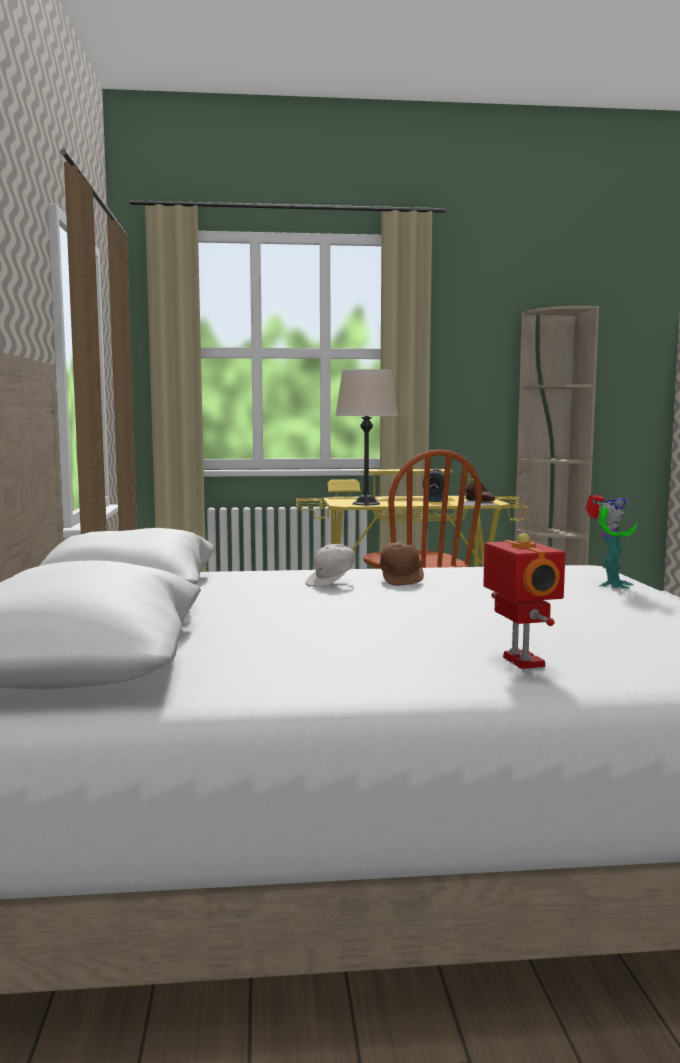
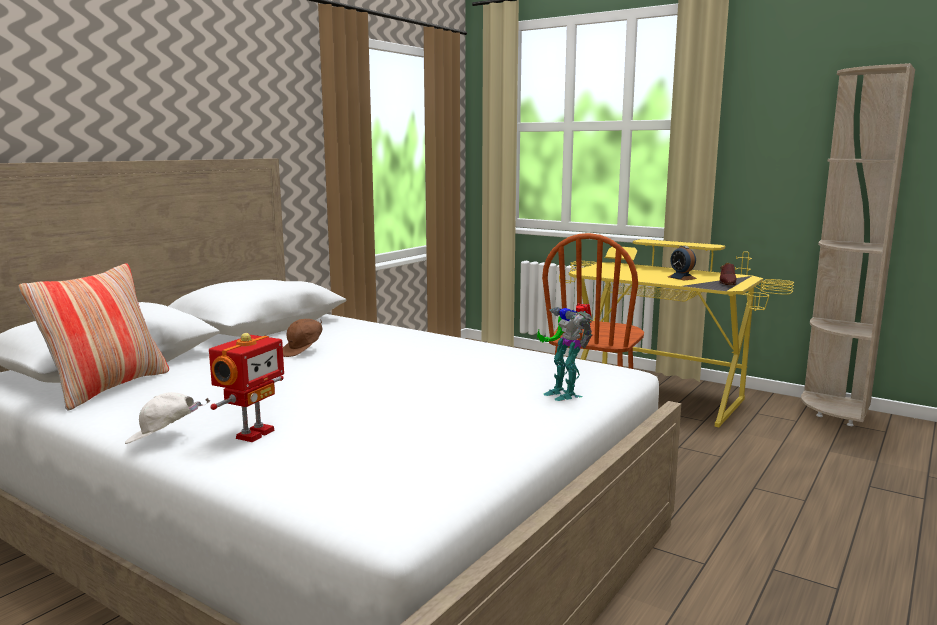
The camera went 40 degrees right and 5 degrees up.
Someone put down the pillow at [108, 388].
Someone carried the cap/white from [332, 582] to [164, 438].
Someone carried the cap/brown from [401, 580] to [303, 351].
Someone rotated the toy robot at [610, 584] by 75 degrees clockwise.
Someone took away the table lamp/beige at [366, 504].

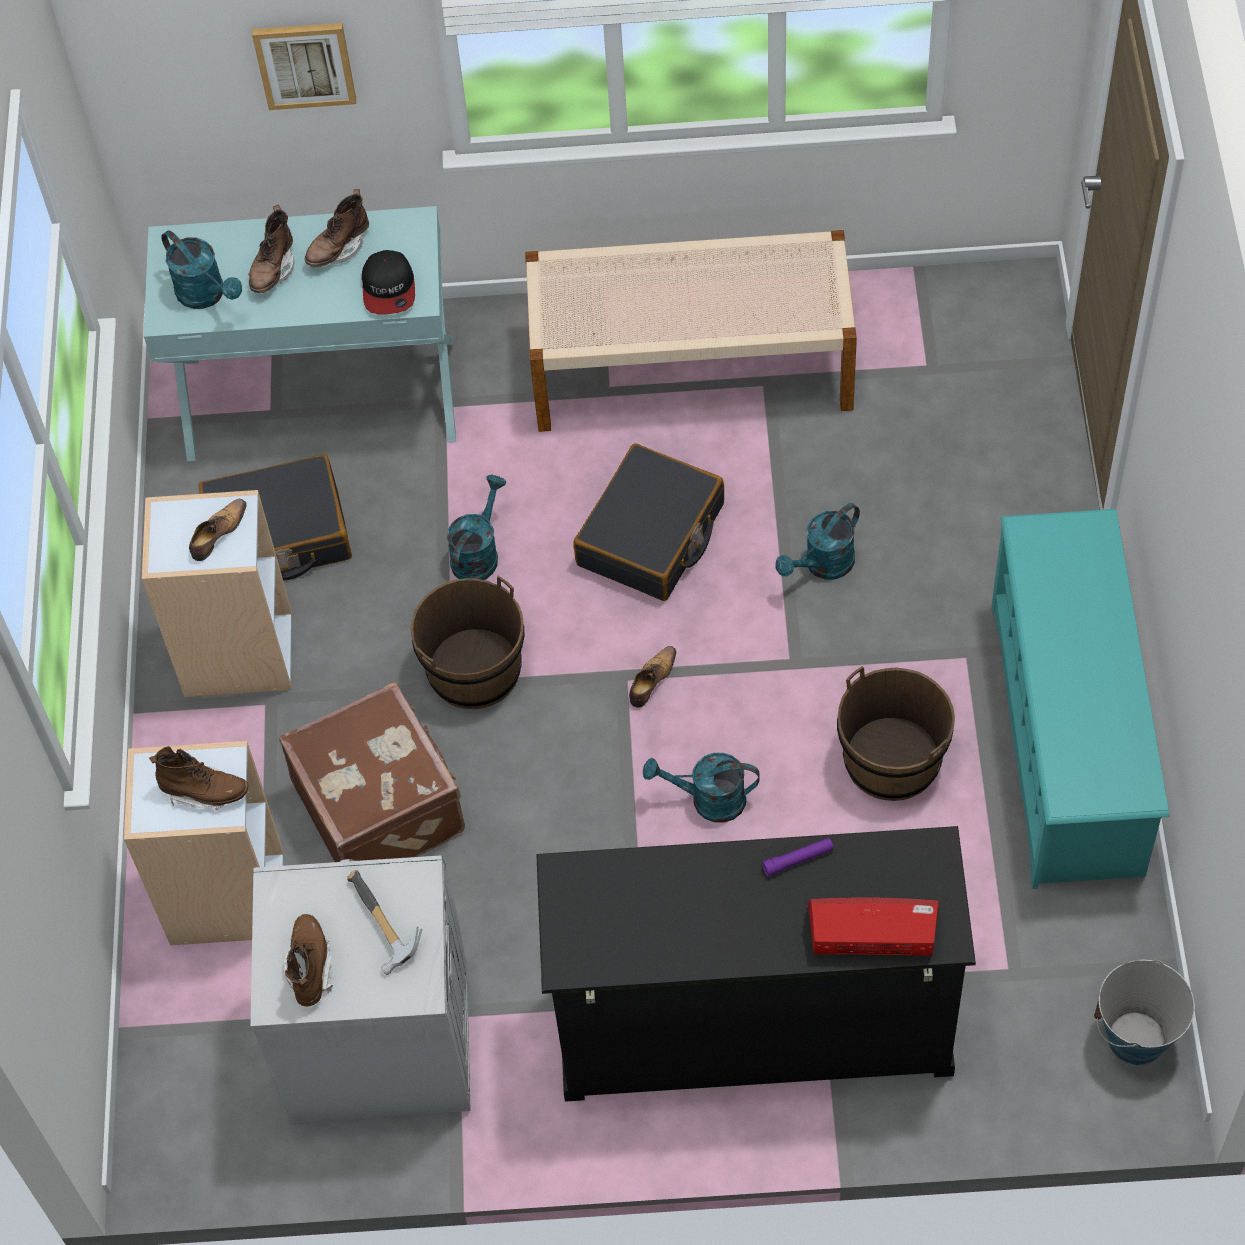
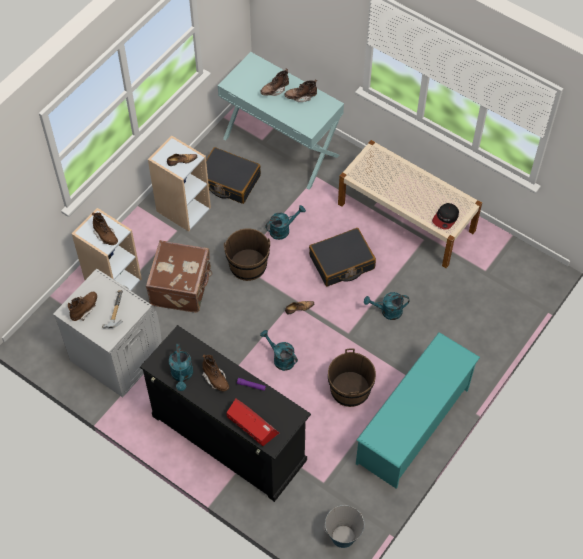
The camera went 35 degrees right and 0 degrees up.
Someone carried the watering can/turquoise from [207, 295] to [182, 375].
Someone put down the boot/brown at [215, 379].
Someone carried the cap from [389, 288] to [445, 218].
Someone took away the picture at [305, 64].

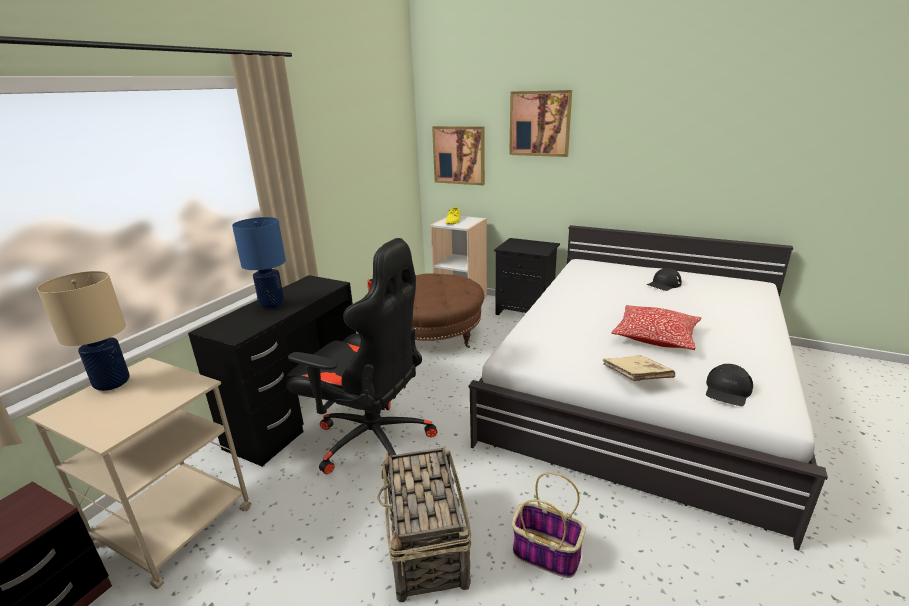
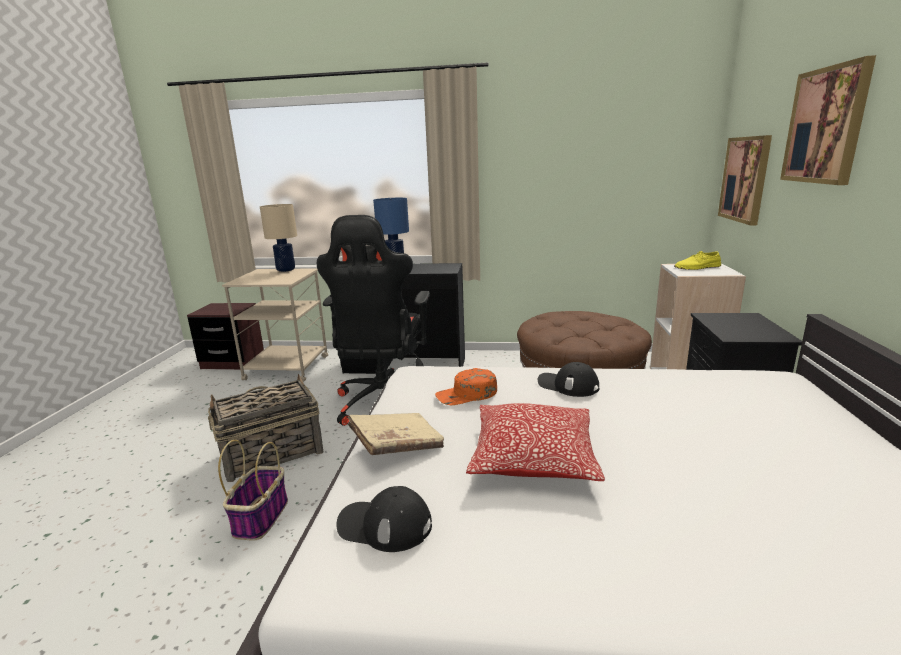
The camera went 70 degrees right and 5 degrees down.
Someone put down the cap/orange at [467, 394].
Someone carried the cap/black from [663, 284] to [567, 385].

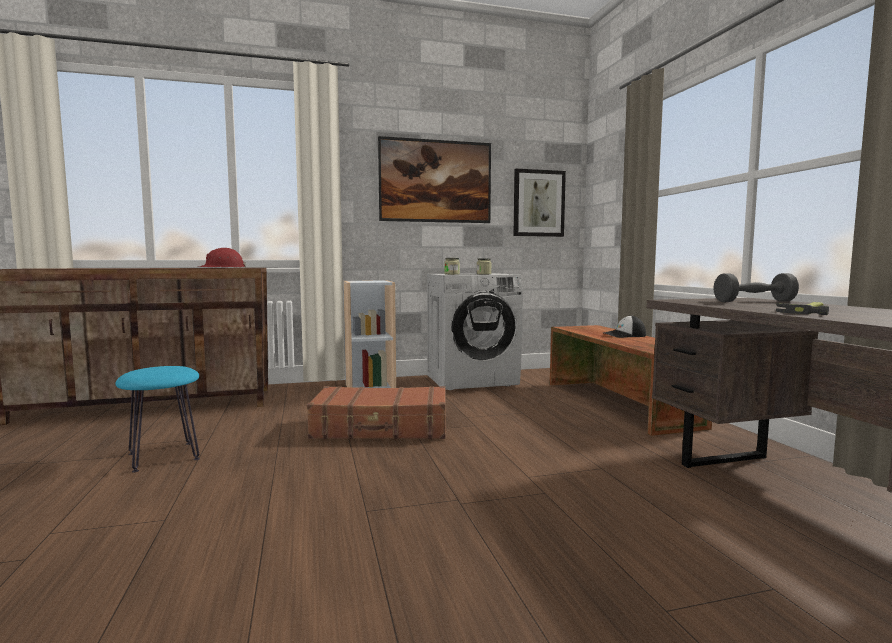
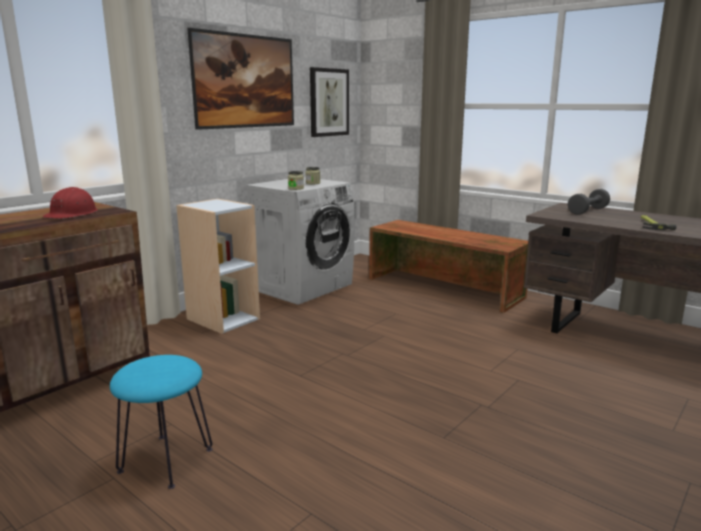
The camera went 35 degrees left and 10 degrees up.
Someone took away the suitcase/brown at [381, 428].
Someone took away the cap at [624, 335].

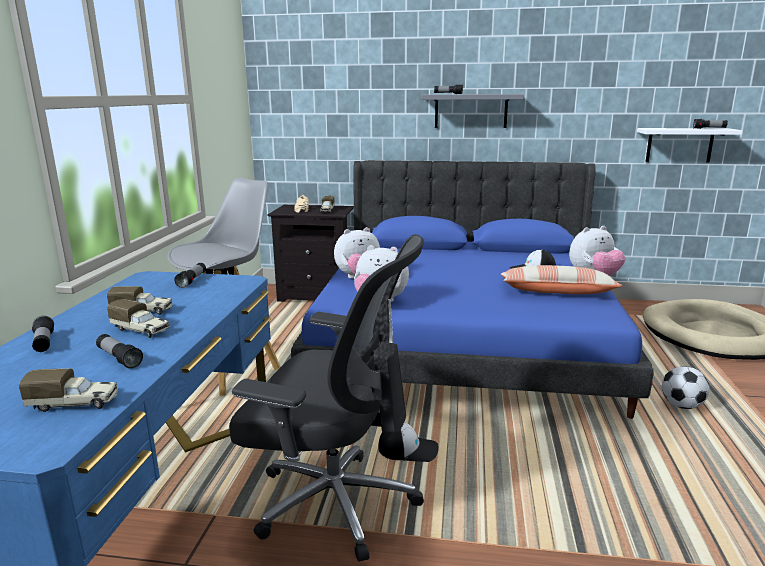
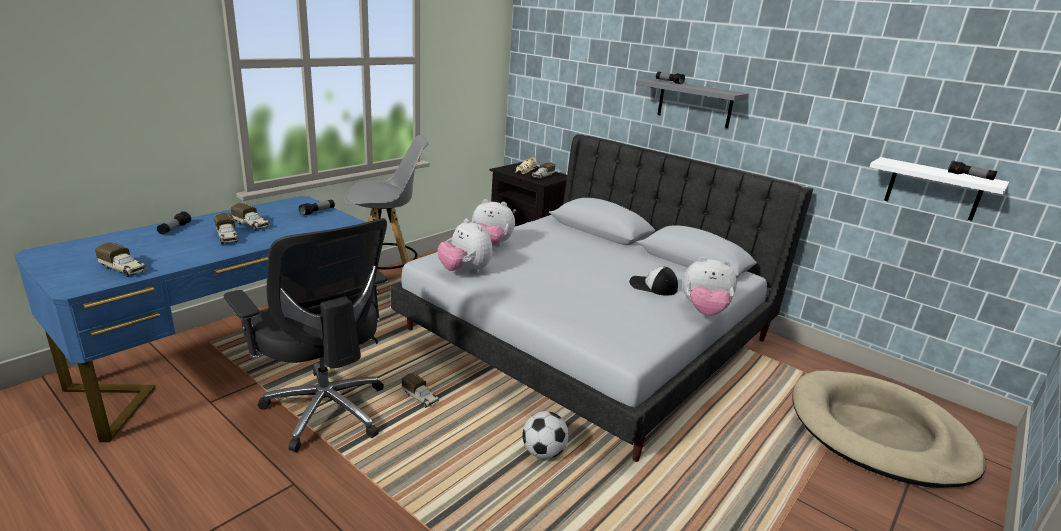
The camera went 30 degrees right and 5 degrees up.
Someone repainted the bed/blue at [464, 342], which became the bed/grey at [590, 335].
Someone swapped the cap at [408, 449] for the toy truck at [420, 398].
Someone carried the football from [682, 406] to [543, 453].
Someone took away the flashlight at [119, 358].
Someone took away the pillow at [556, 292].

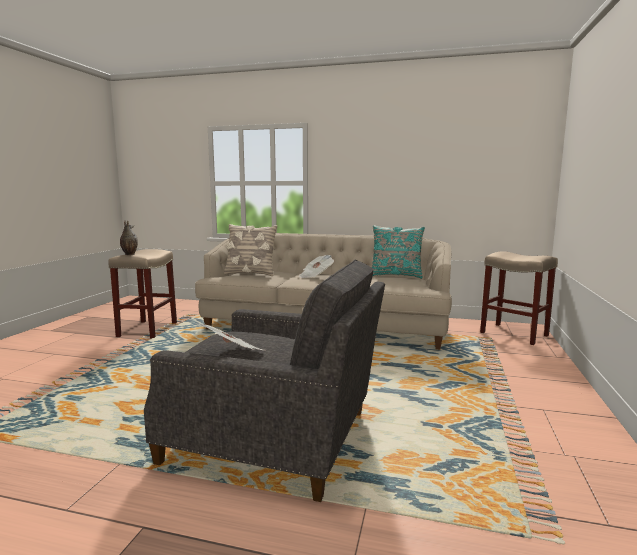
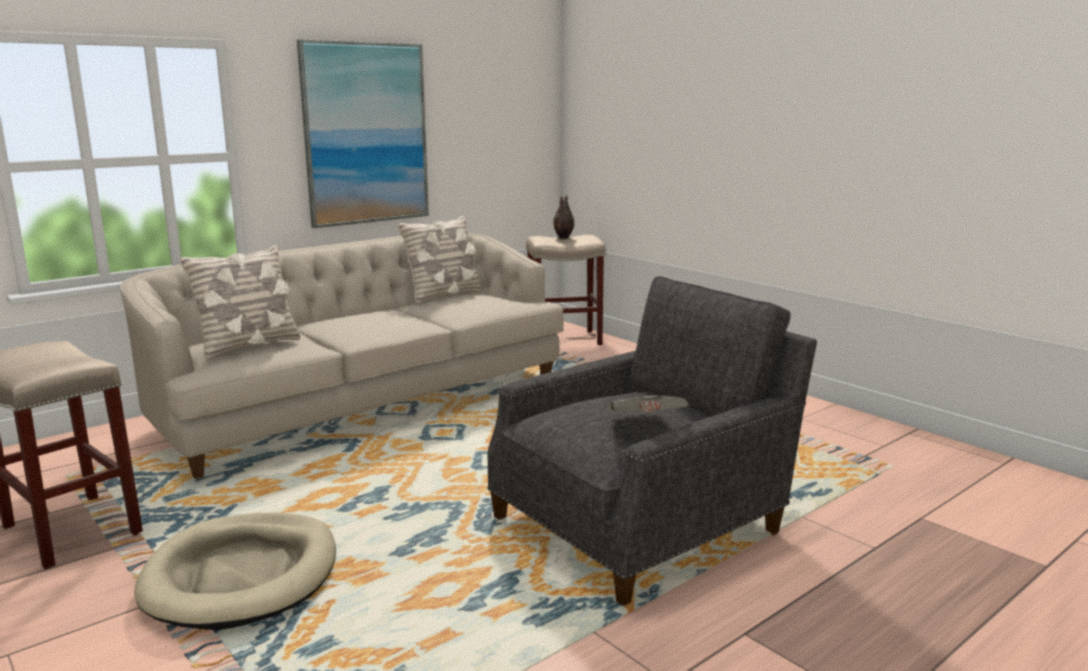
The camera went 55 degrees left and 5 degrees up.
Someone put down the dog bed/beige at [242, 575].
Someone put up the picture at [366, 134].
Someone repainted the pillow/turquoise at [396, 276], which became the pillow/beige at [443, 296].
Someone carried the vase from [129, 254] to [563, 238].
Someone took away the newspaper at [315, 276].

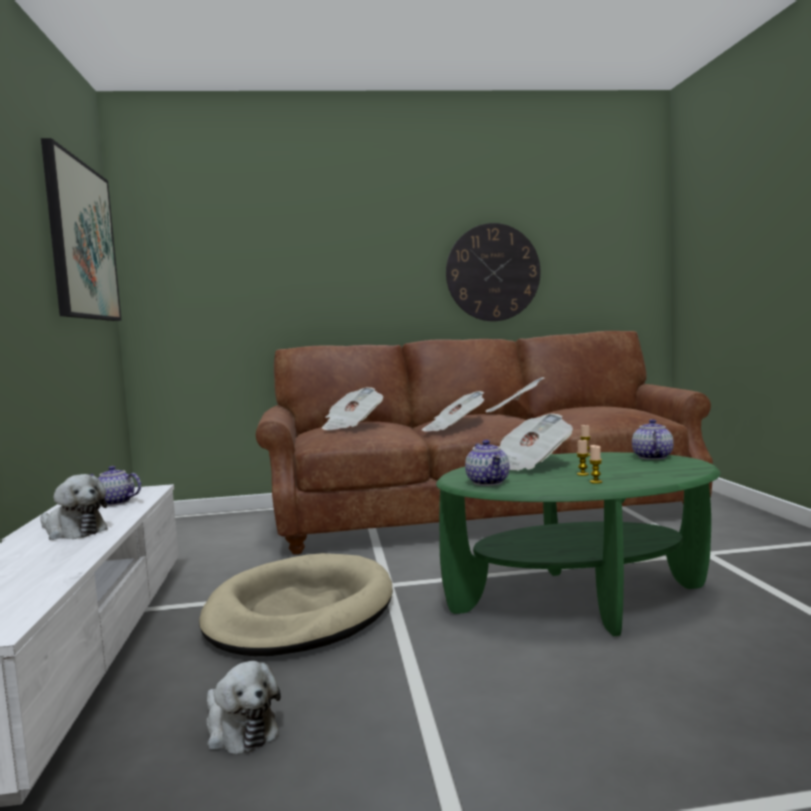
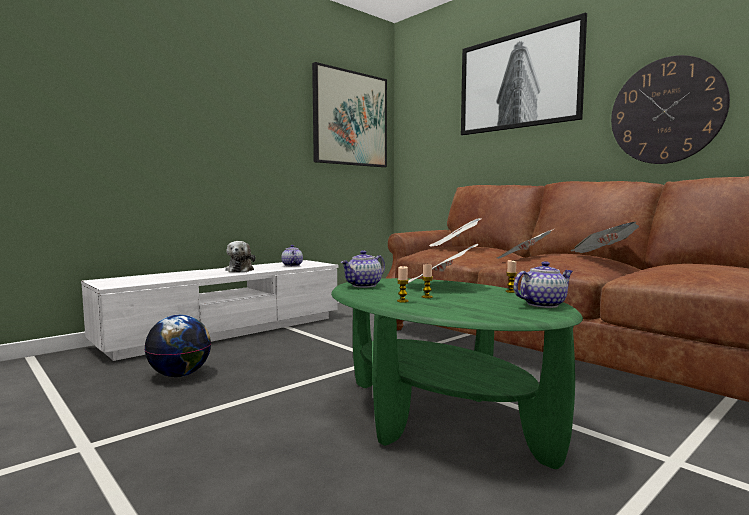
The camera went 55 degrees right and 0 degrees up.
Someone swapped the plush toy at [239, 729] for the globe at [180, 375].
Someone put up the picture at [517, 81].
Someone took away the dog bed/beige at [299, 612].

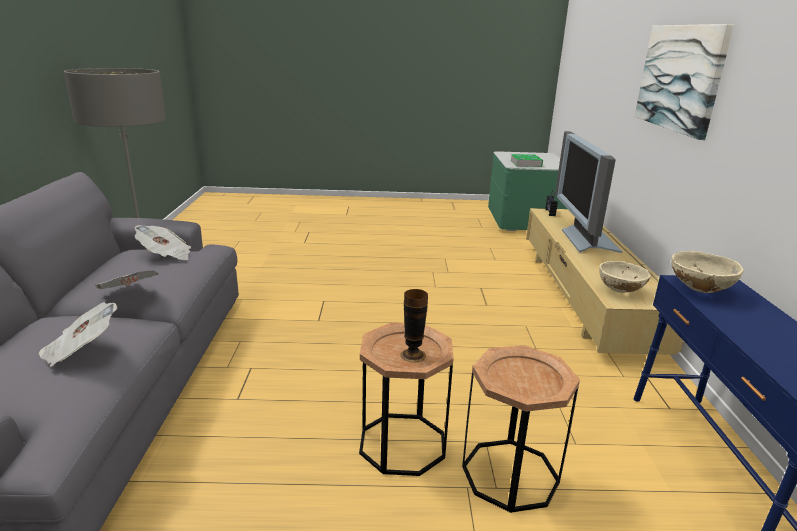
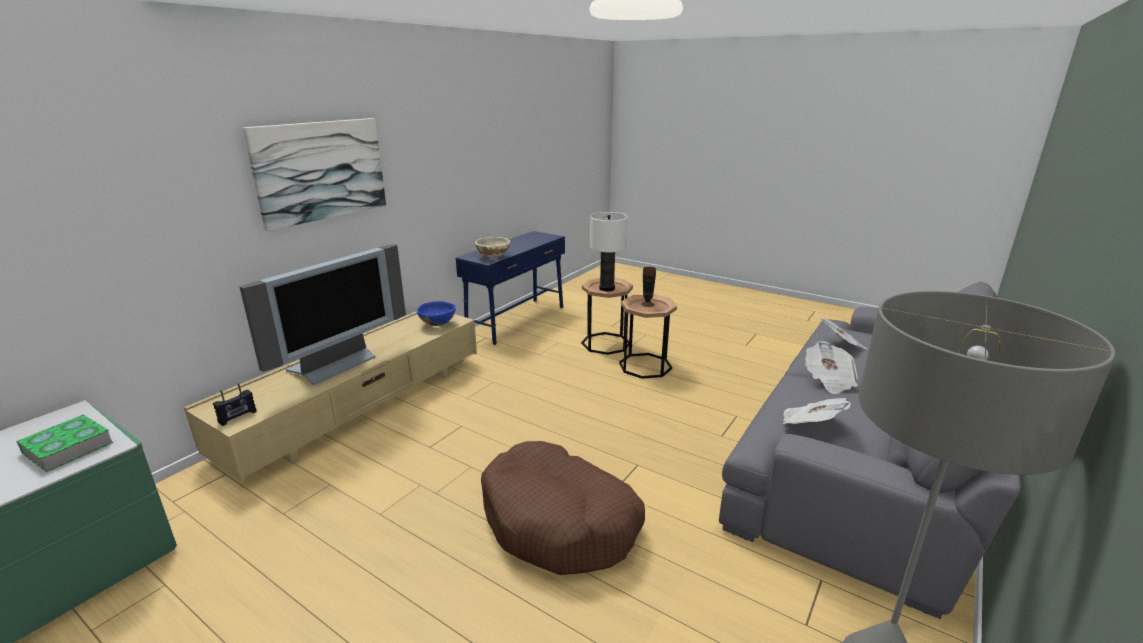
The camera went 145 degrees left and 0 degrees up.
Someone repainted the bowl/beige at [620, 291], which became the bowl/blue at [437, 324].
Someone put down the dog bed/brown at [559, 522].
Someone put down the table lamp/white at [607, 288].

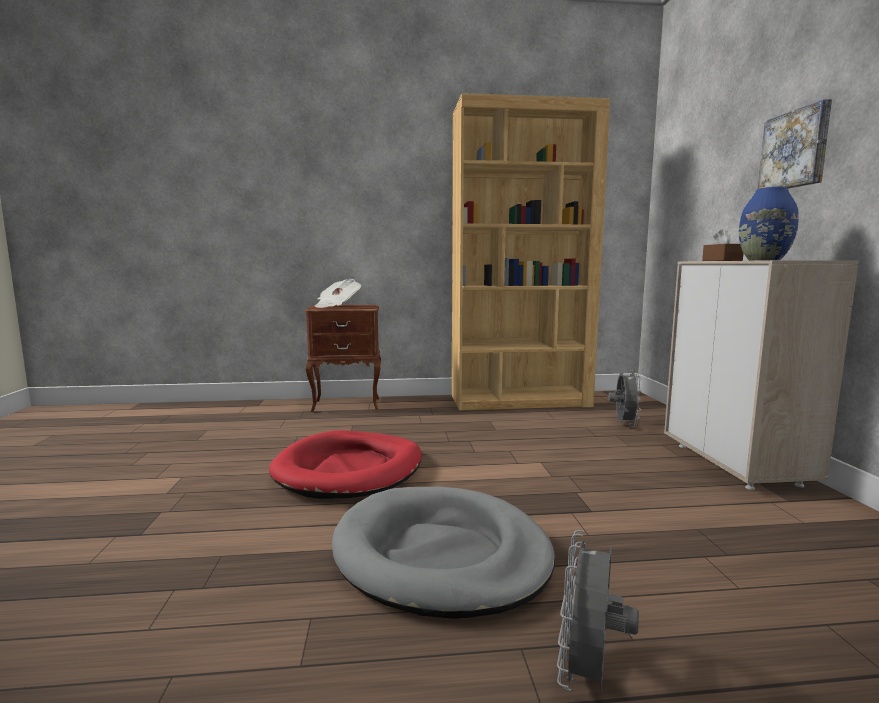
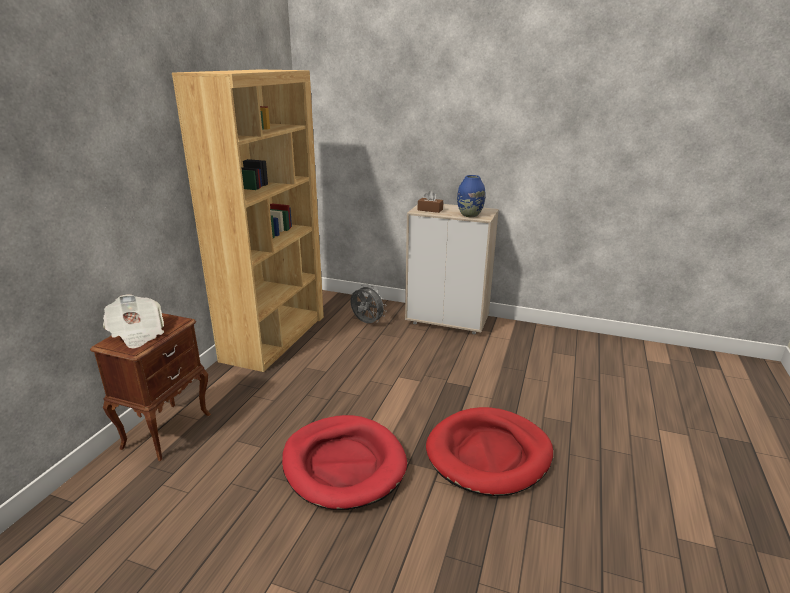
The camera went 65 degrees left and 15 degrees up.
Someone repainted the dog bed/grey at [441, 555], which became the dog bed/red at [489, 454].
Someone took away the fan/grey at [588, 676].
Someone took away the picture at [795, 150].

